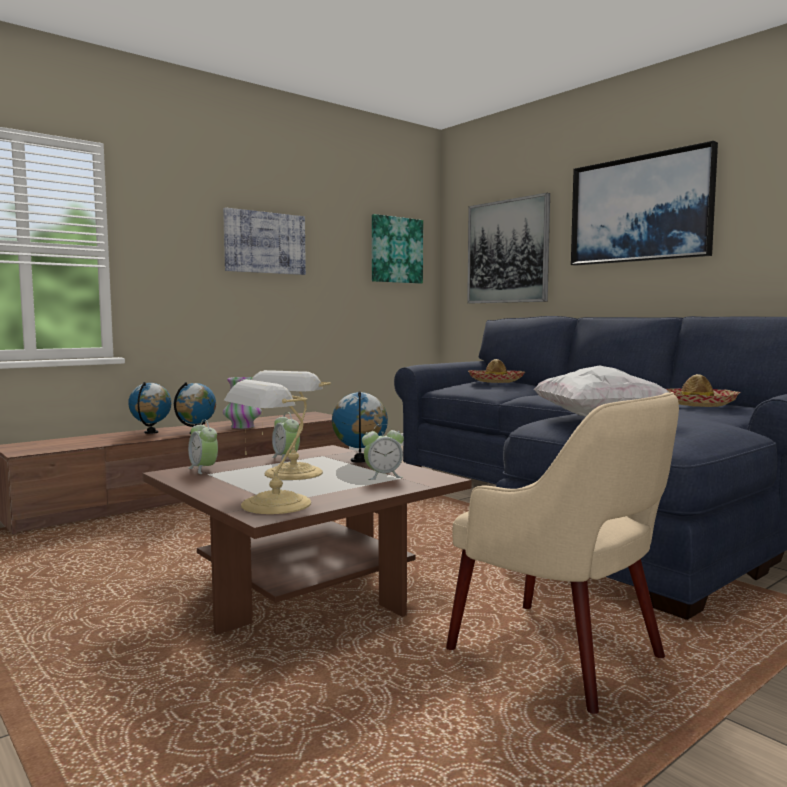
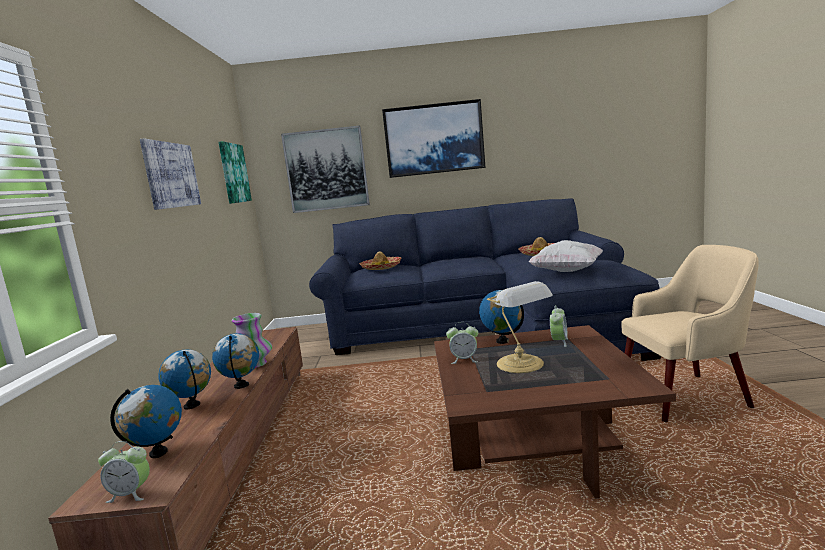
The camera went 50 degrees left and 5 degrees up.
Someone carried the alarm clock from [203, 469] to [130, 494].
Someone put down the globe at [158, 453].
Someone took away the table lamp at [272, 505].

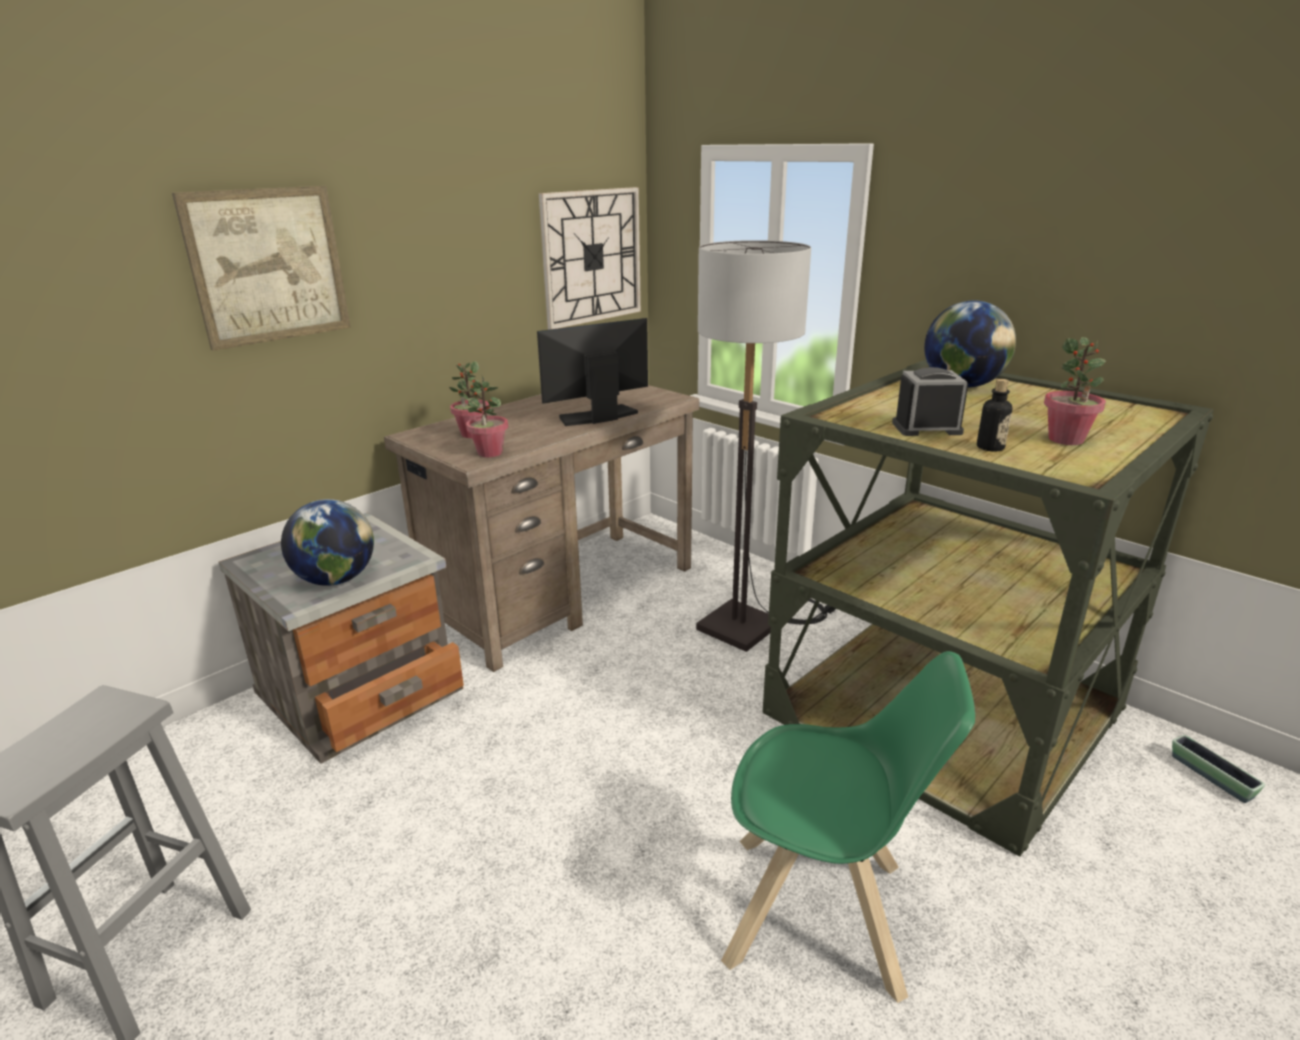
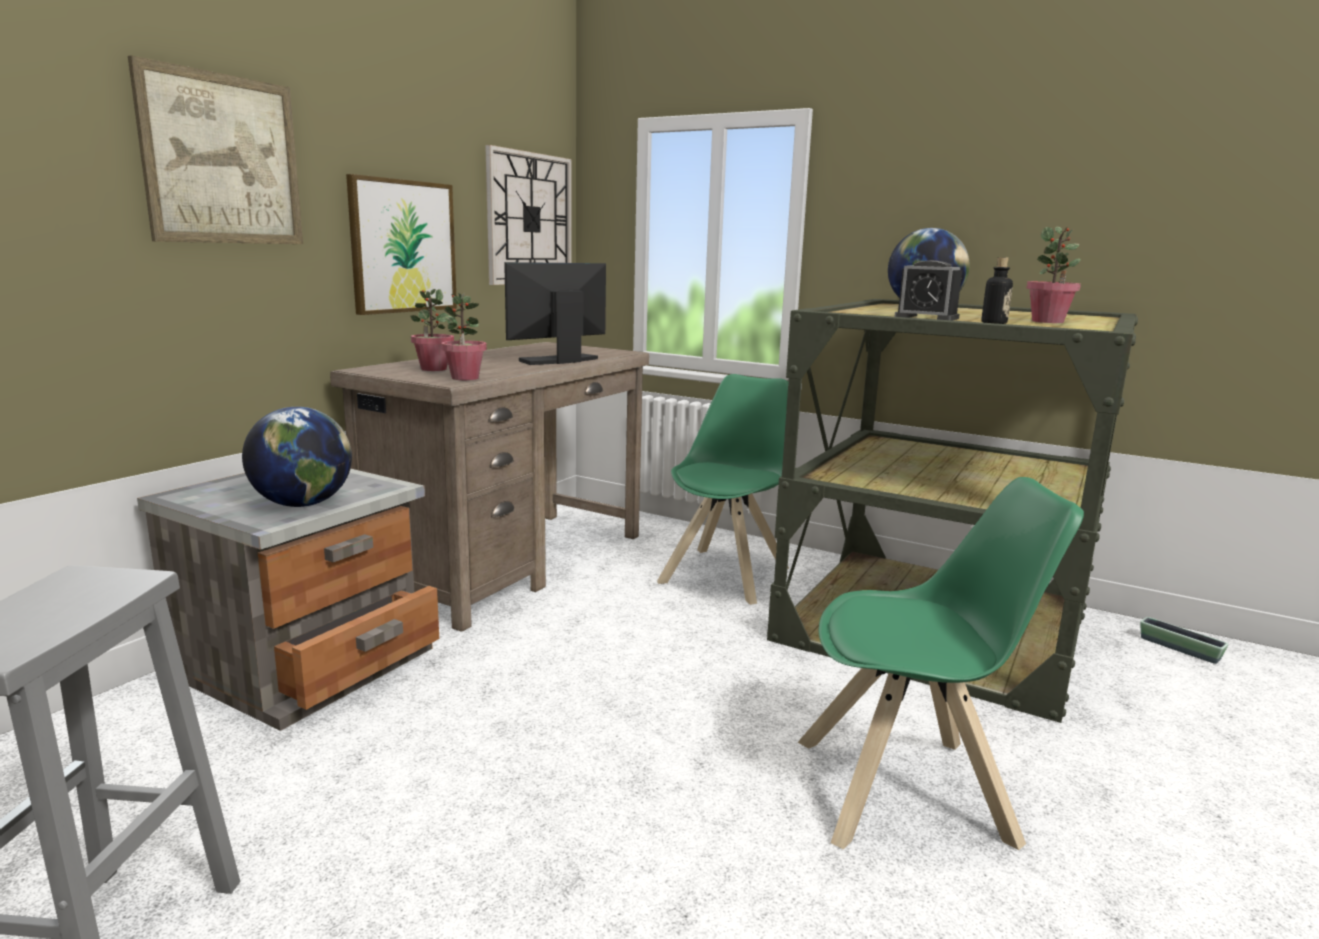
The camera went 15 degrees left and 10 degrees down.
Someone put up the picture at [403, 246].
Someone swapped the floor lamp at [757, 624] for the chair/green at [726, 574].
Someone rotated the alarm clock at [926, 428] by 135 degrees counterclockwise.

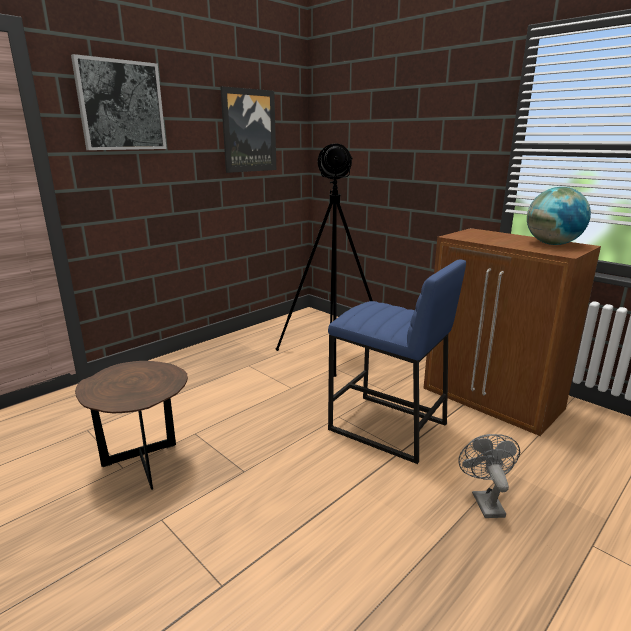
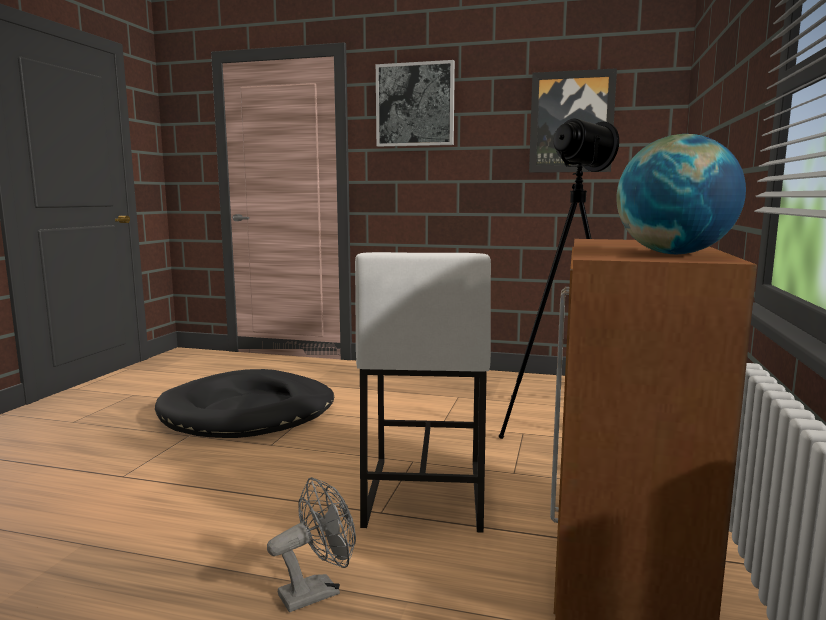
The camera went 60 degrees right and 10 degrees down.
Someone swapped the side table/brown at [145, 467] for the dog bed/black at [249, 411].
Someone repainted the stool/blue at [388, 426], which became the stool/white at [425, 493].

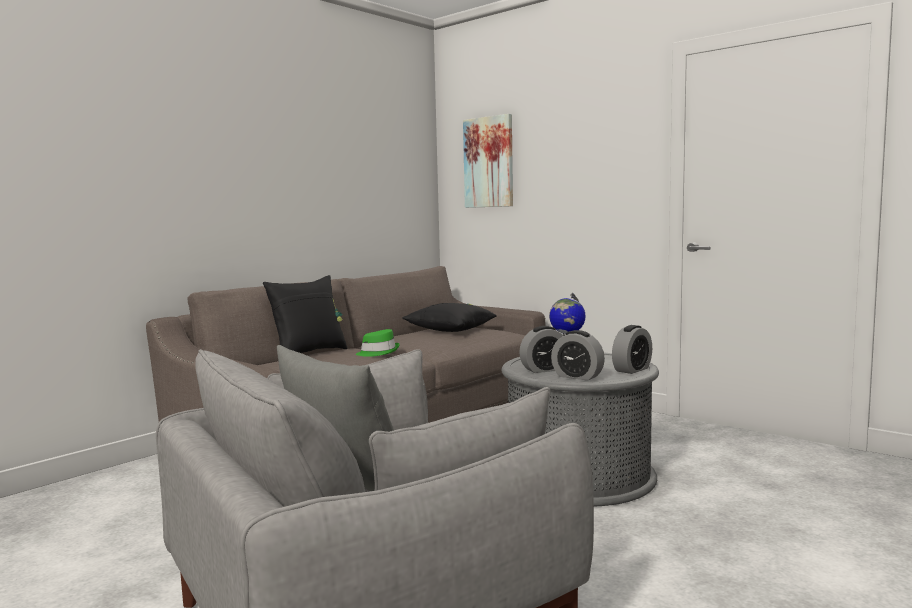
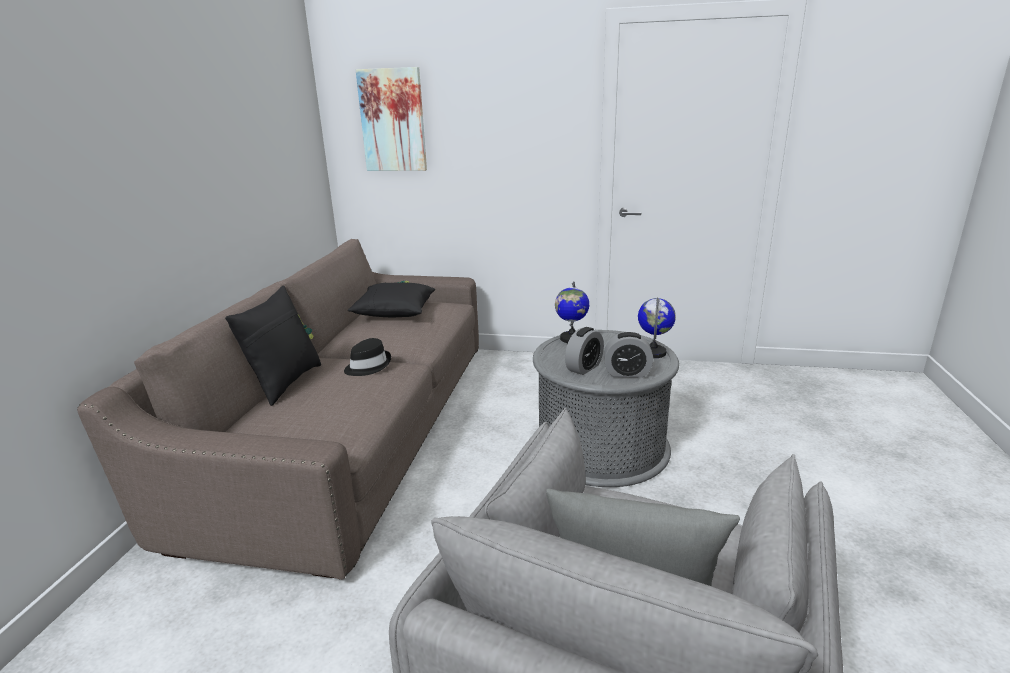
The camera went 30 degrees left and 15 degrees up.
Someone repainted the hat/green at [378, 352], which became the hat/black at [367, 366].
Someone swapped the alarm clock at [632, 369] for the globe at [653, 352].

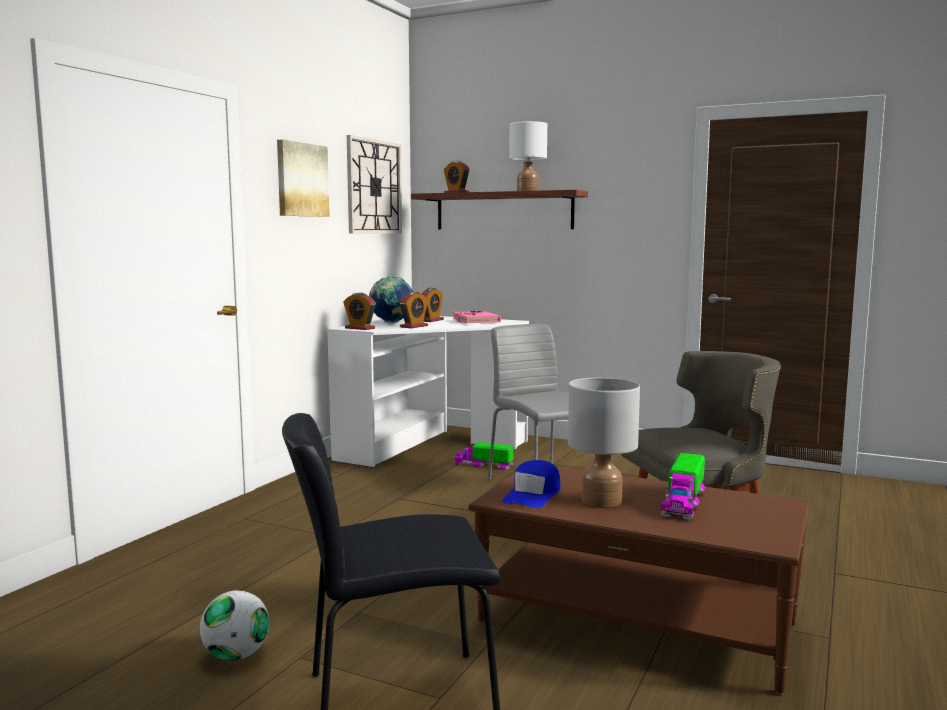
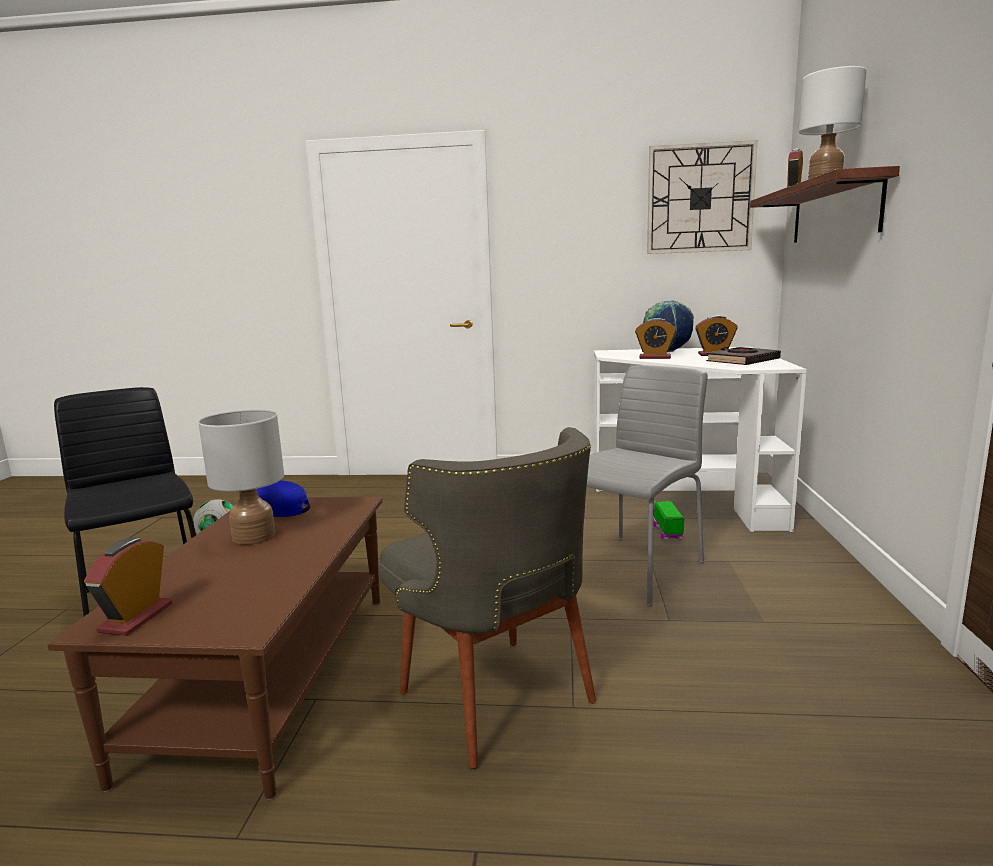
The camera went 70 degrees right and 5 degrees up.
Someone carried the alarm clock from [360, 328] to [136, 618].
Someone repainted the book/pink at [475, 321], which became the book/black at [742, 361].
Someone took away the picture at [301, 180].
Someone took away the toy truck at [683, 502].

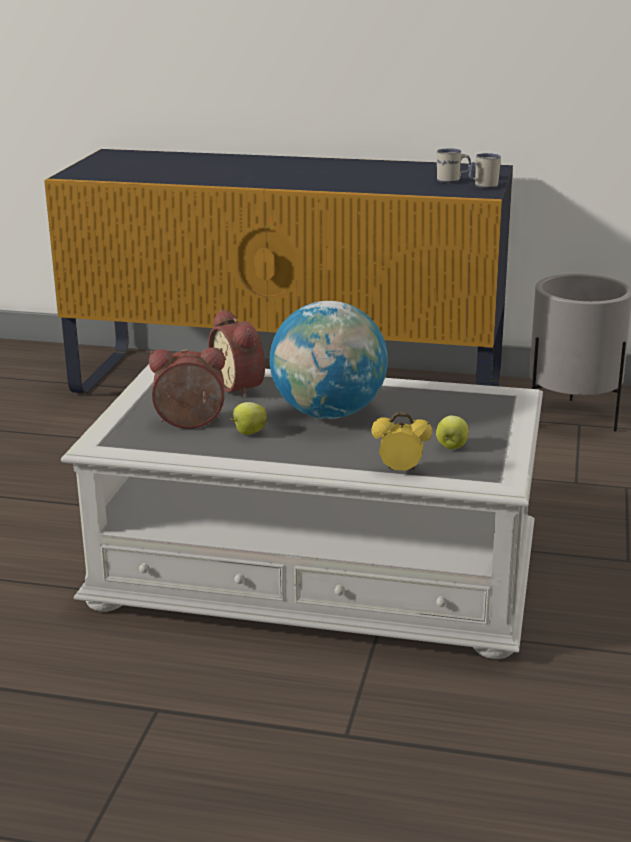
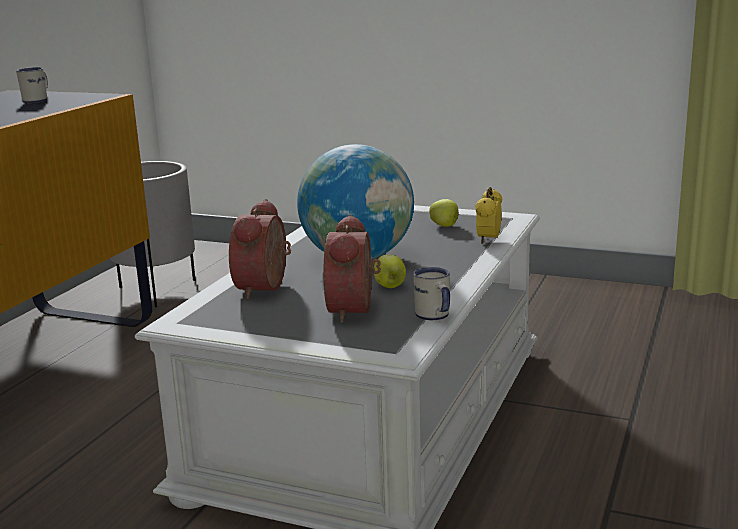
The camera went 80 degrees left and 5 degrees down.
Someone rotated the alarm clock at [241, 386] by 120 degrees clockwise.
Someone carried the mug/white from [482, 187] to [434, 317].

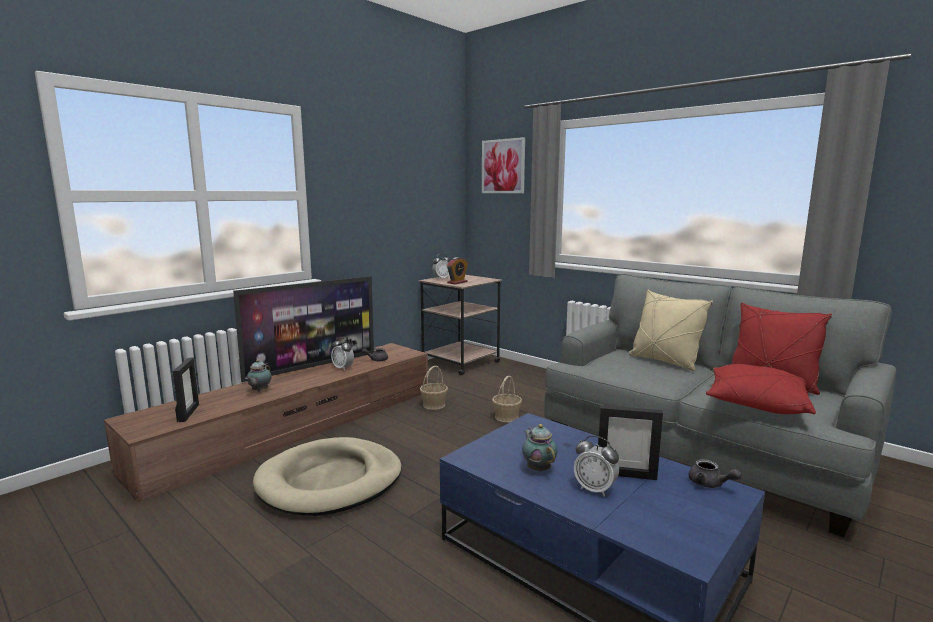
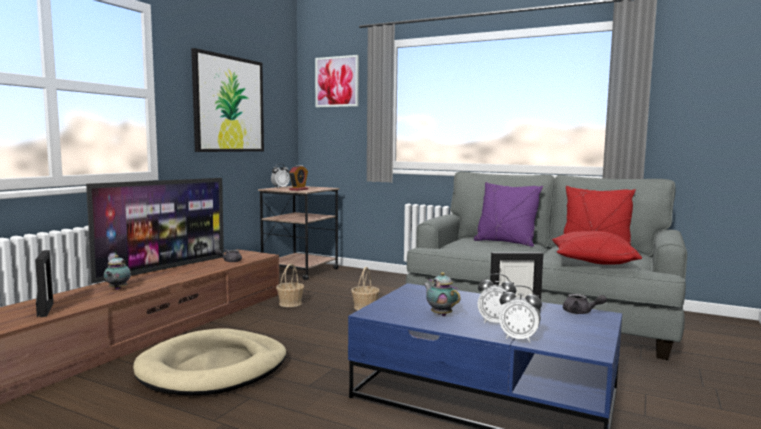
The camera went 15 degrees left and 5 degrees down.
Someone put up the picture at [229, 104].
Someone repainted the pillow/beige at [664, 362], which became the pillow/purple at [505, 243].
Someone carried the alarm clock from [343, 368] to [518, 338].

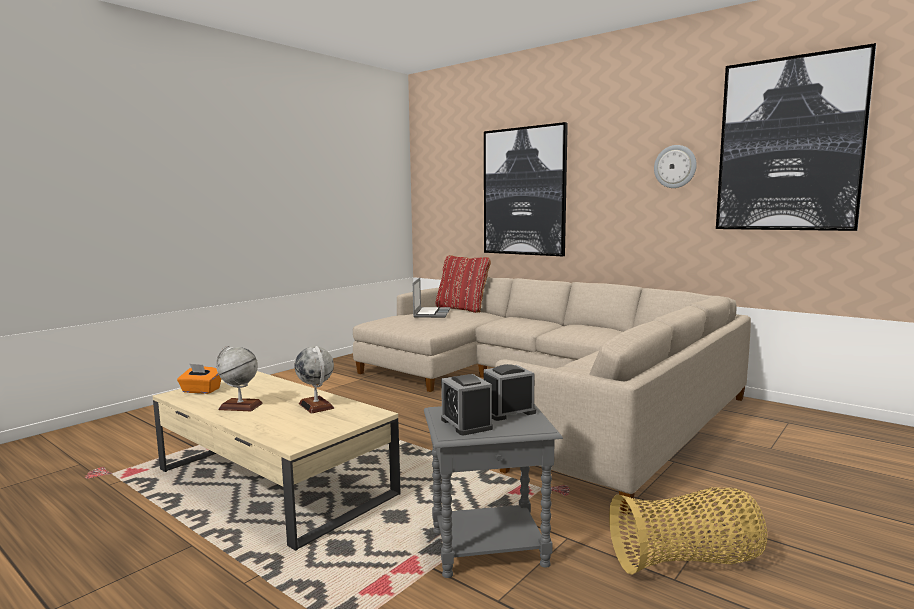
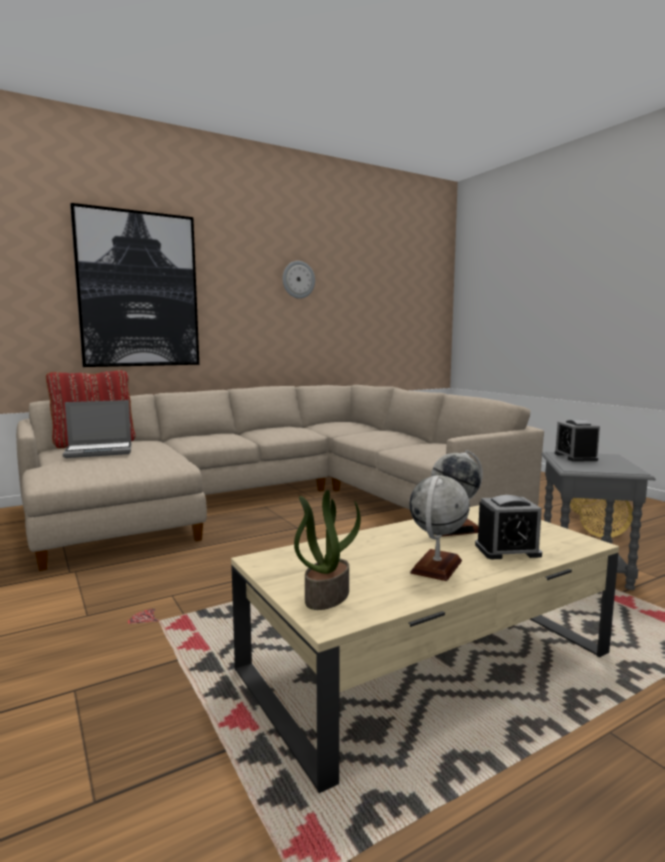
The camera went 70 degrees left and 0 degrees up.
Someone rotated the laptop at [431, 313] by 135 degrees clockwise.
Someone swapped the tissue box/orange at [201, 390] for the potted plant at [326, 596].
Someone carried the alarm clock from [466, 424] to [507, 550].
Someone took away the picture at [789, 145].

